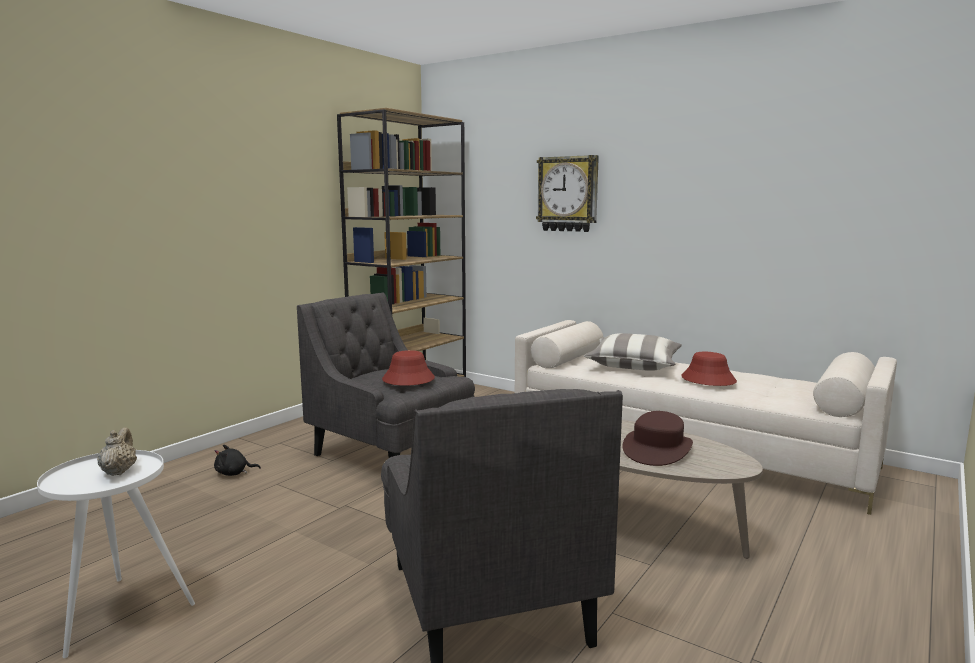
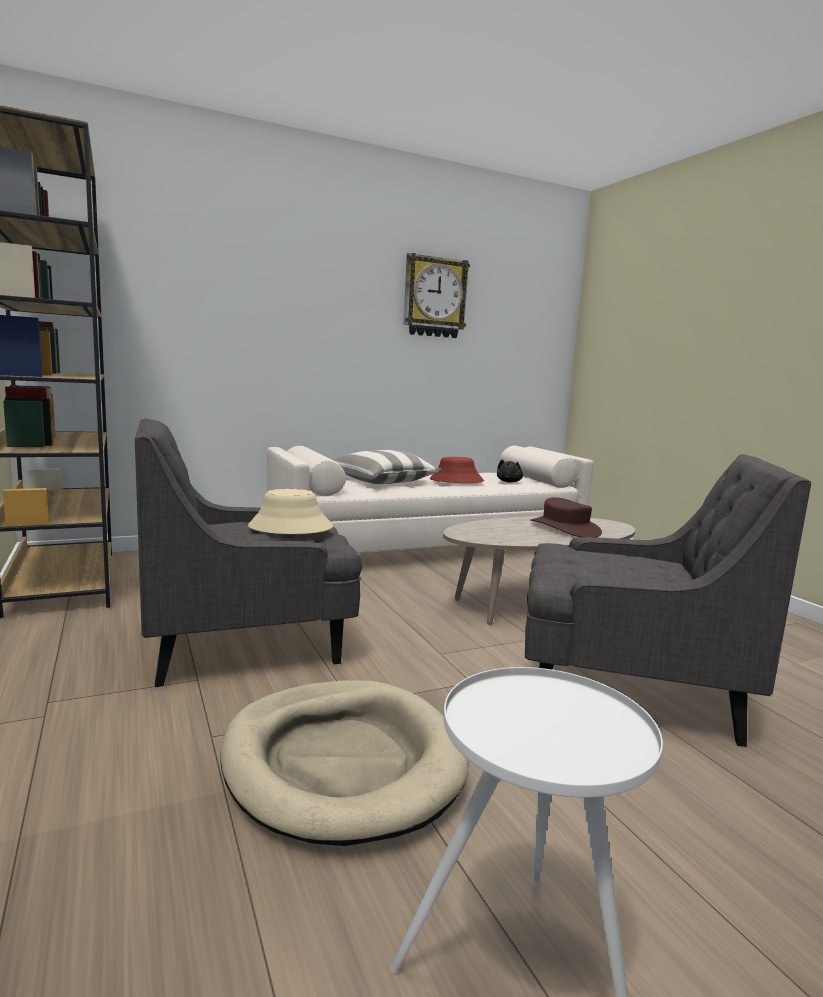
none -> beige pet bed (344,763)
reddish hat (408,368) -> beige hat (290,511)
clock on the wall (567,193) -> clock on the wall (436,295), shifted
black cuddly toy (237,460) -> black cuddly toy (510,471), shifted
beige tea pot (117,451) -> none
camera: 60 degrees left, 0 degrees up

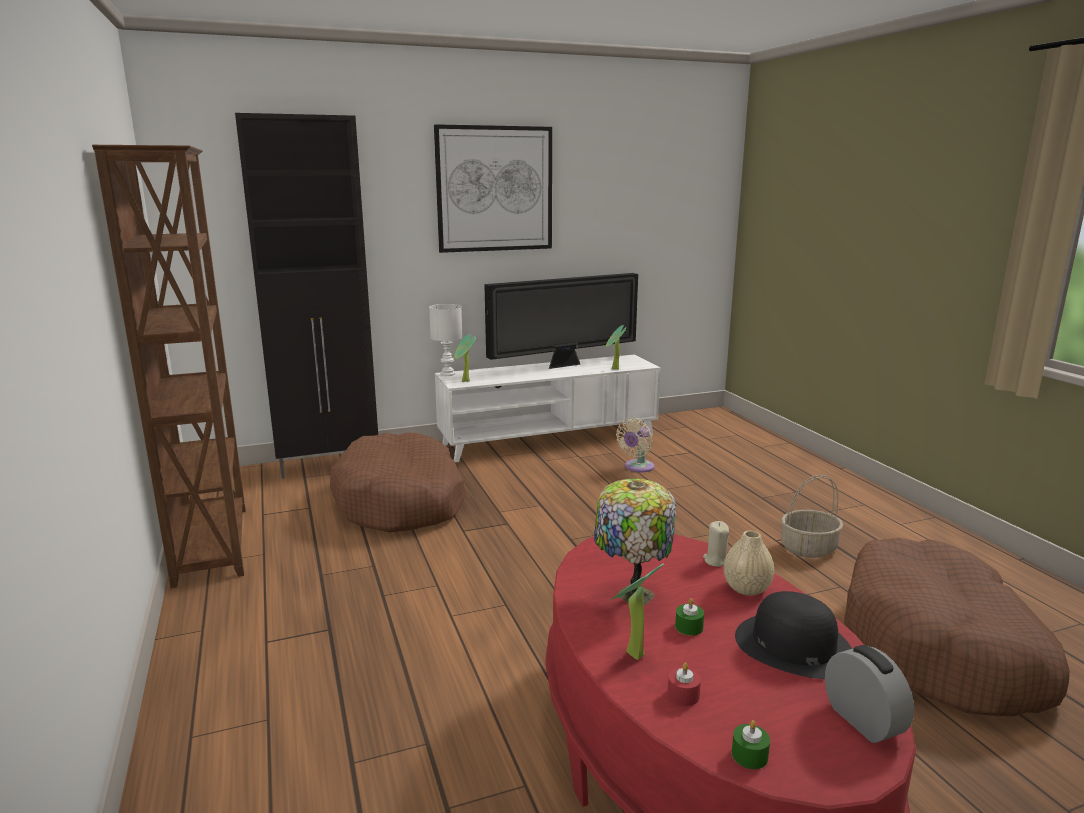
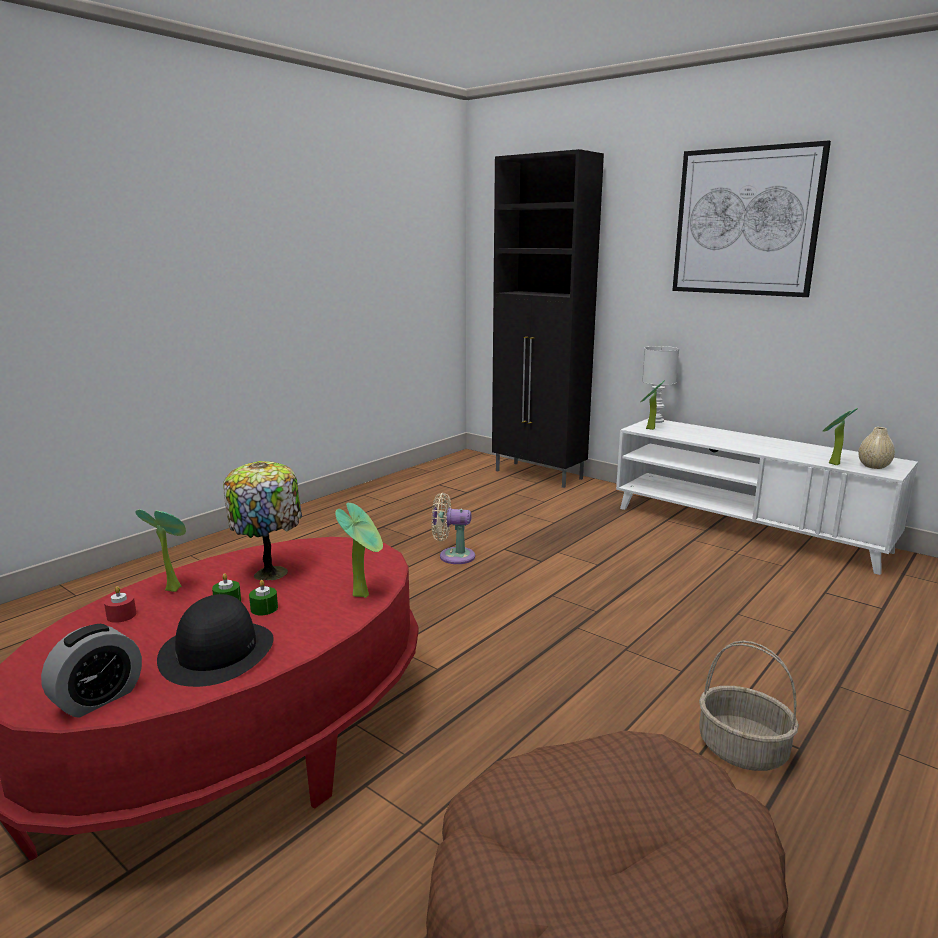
green-coloured wax candle (751,744) -> green-coloured wax candle (263,597), shifted
beige wax candle (716,544) -> plant in a pot (359,550)
beige cooling fan (635,445) -> beige cooling fan (453,528), shifted
beige flower vase (749,563) -> beige flower vase (876,448), shifted
brown-coloured bookshelf (169,366) -> none
brown-coloured pet bed (398,482) -> none
TV set (561,321) -> none
camera: 60 degrees right, 0 degrees up

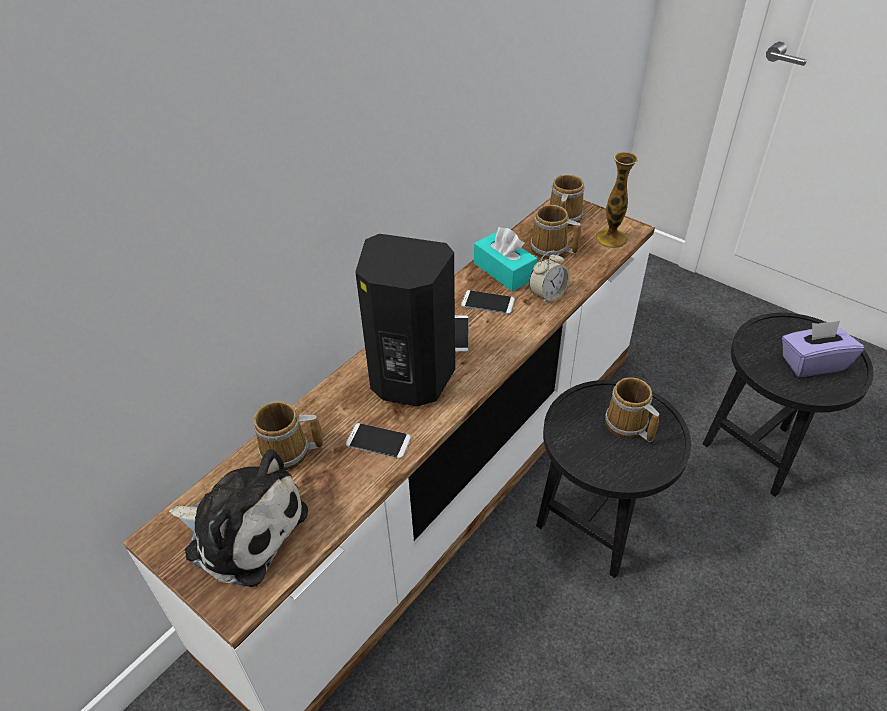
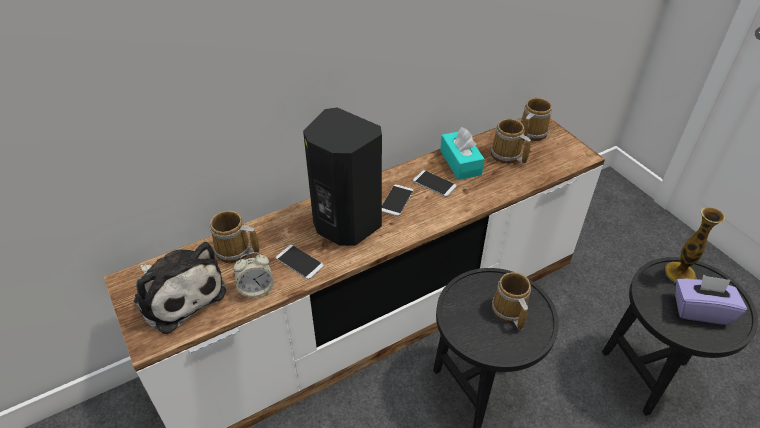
alarm clock (549,277) -> alarm clock (254,275), shifted
flower vase (616,200) -> flower vase (695,245), shifted
camera: 20 degrees right, 0 degrees up

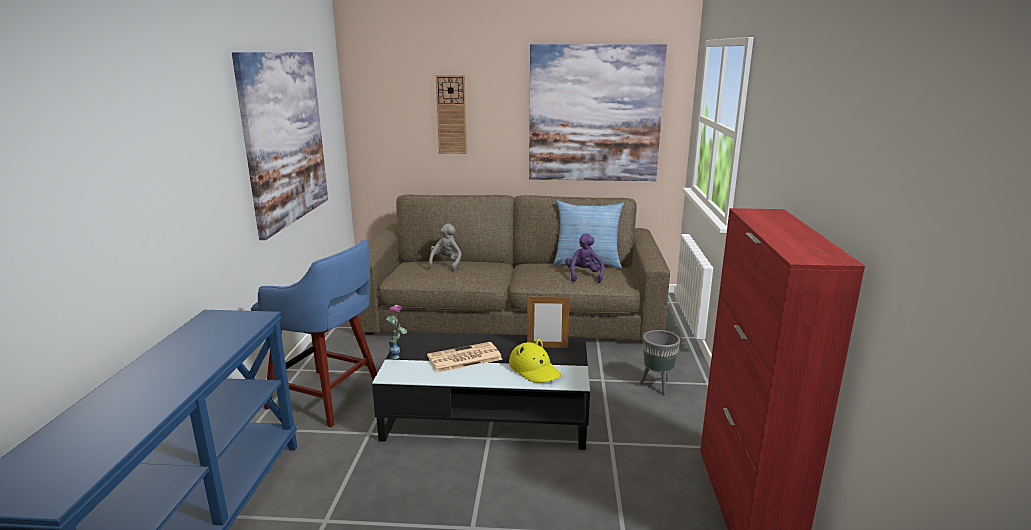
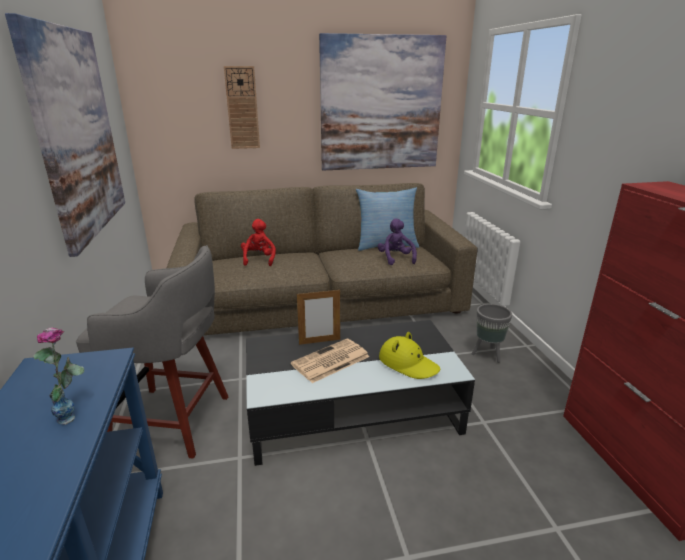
flower vase (396,332) -> flower vase (58,376), shifted
blue-coloured stool (314,333) -> grey stool (152,352)
grey cuddly toy (445,247) -> reddish cuddly toy (258,242)
standing frame (548,321) -> standing frame (318,316), shifted
camera: 15 degrees left, 5 degrees up

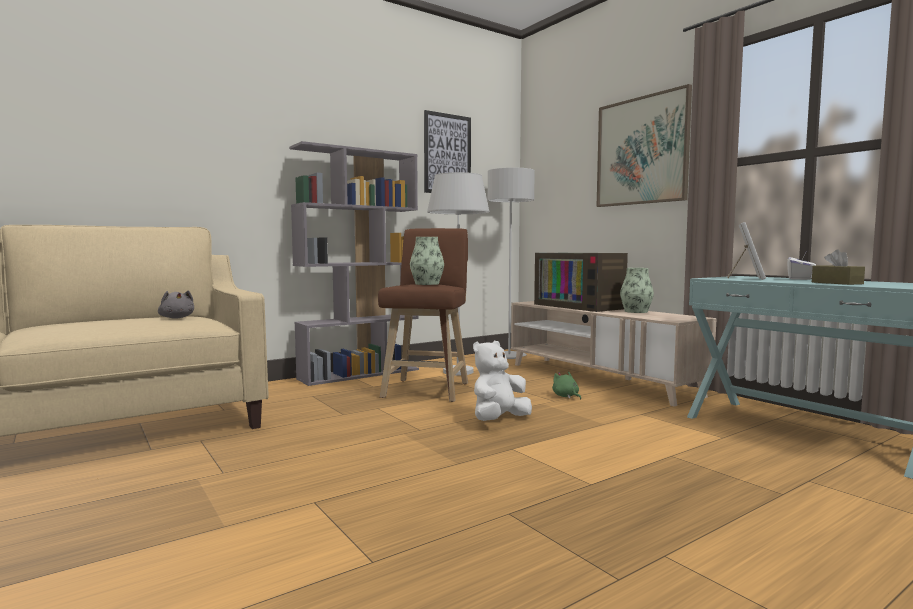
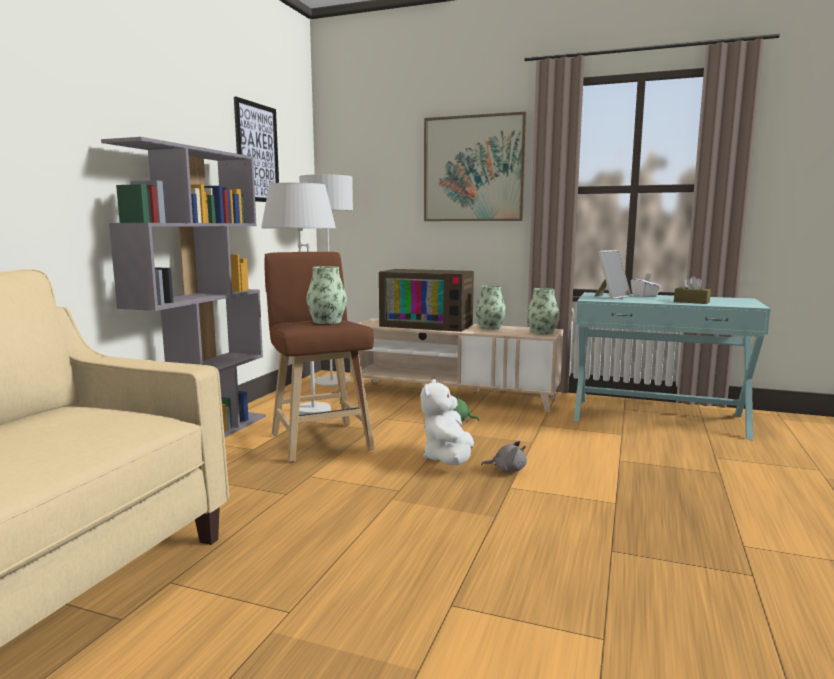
grey cuddly toy (176,305) -> grey cuddly toy (504,456), shifted
none -> flower vase (543,311)
standing frame (746,251) -> standing frame (612,275), 60 degrees clockwise
camera: 35 degrees left, 5 degrees up

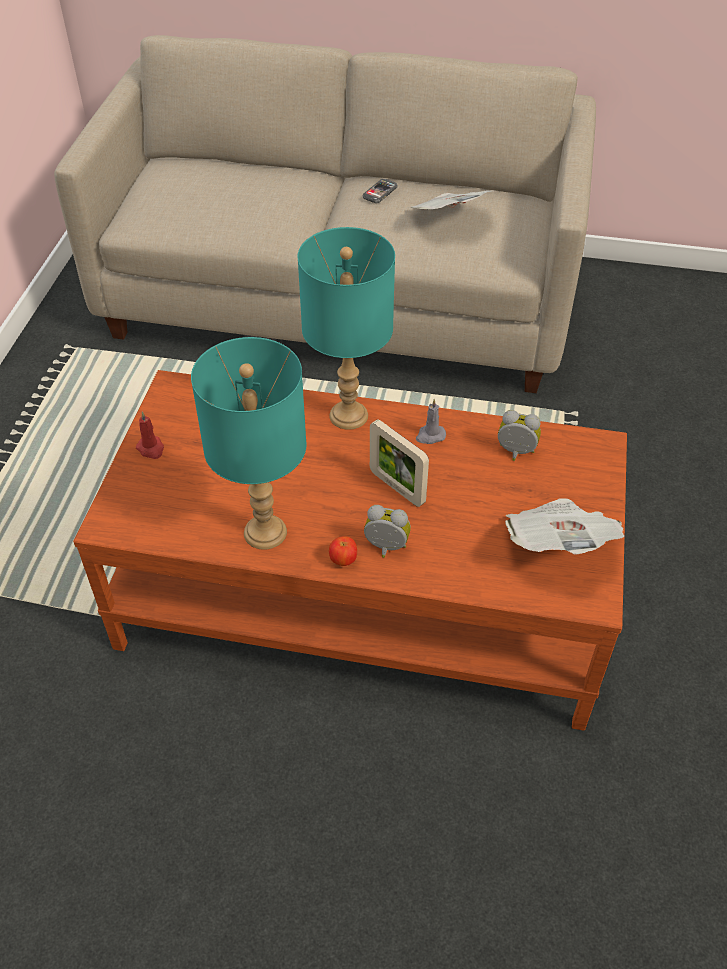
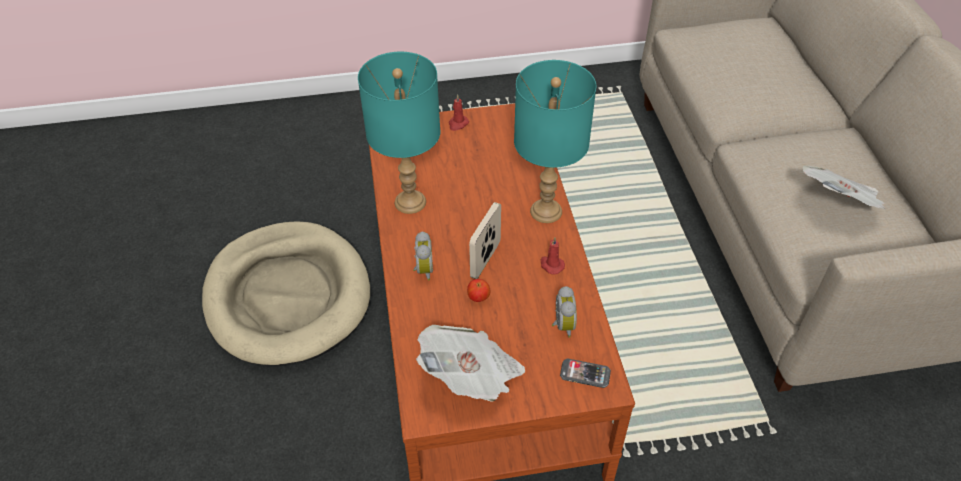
none -> beige pet bed (286,293)
whole apple (343,551) -> whole apple (478,290), shifted
grey wax candle (431,421) -> reddish wax candle (553,255)
handset (380,191) -> handset (585,373), shifted
camera: 70 degrees right, 0 degrees up

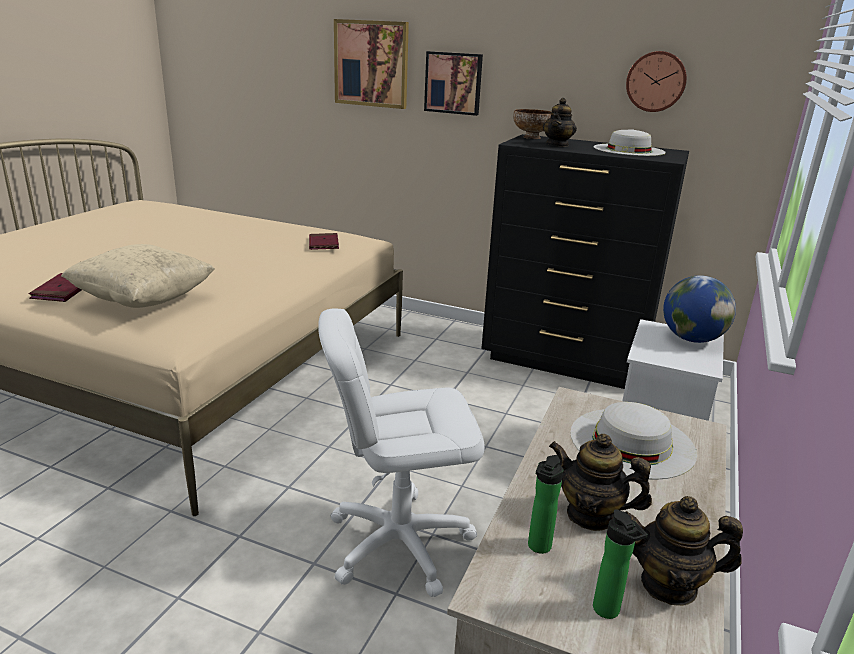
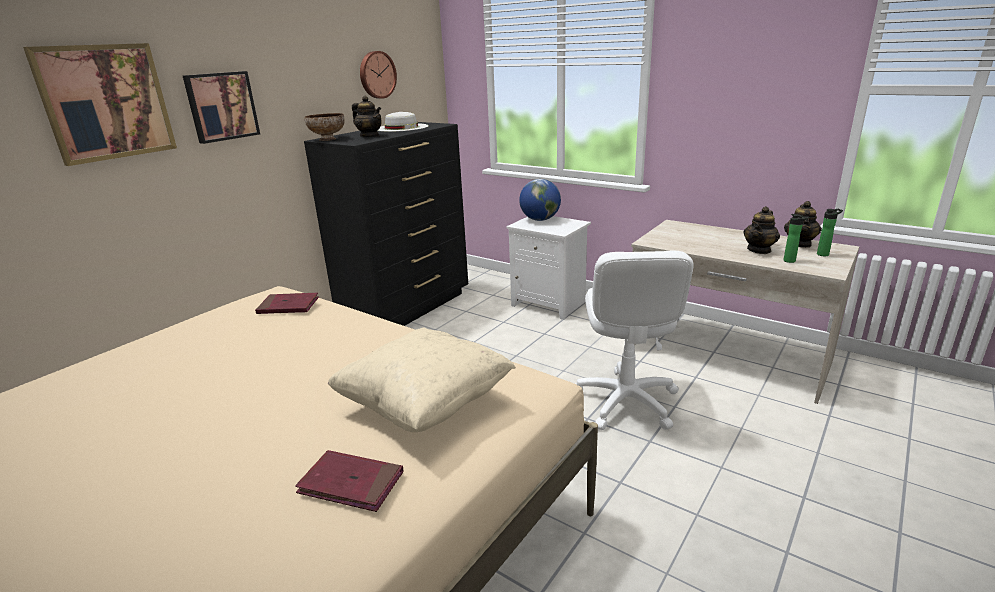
whitish hat (633,441) -> none
camera: 75 degrees left, 0 degrees up

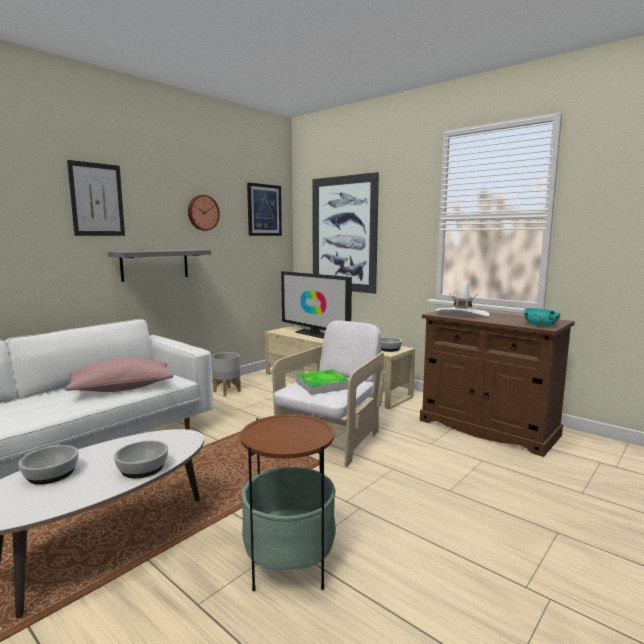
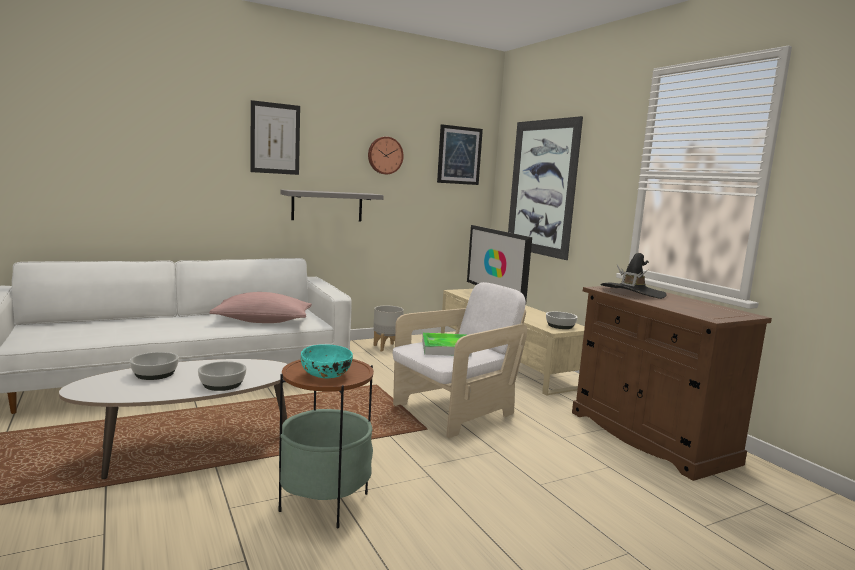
turquoise-coloured bowl (542,317) -> turquoise-coloured bowl (327,361), shifted
whitish hat (463,299) -> black hat (634,276)
camera: 20 degrees right, 0 degrees up

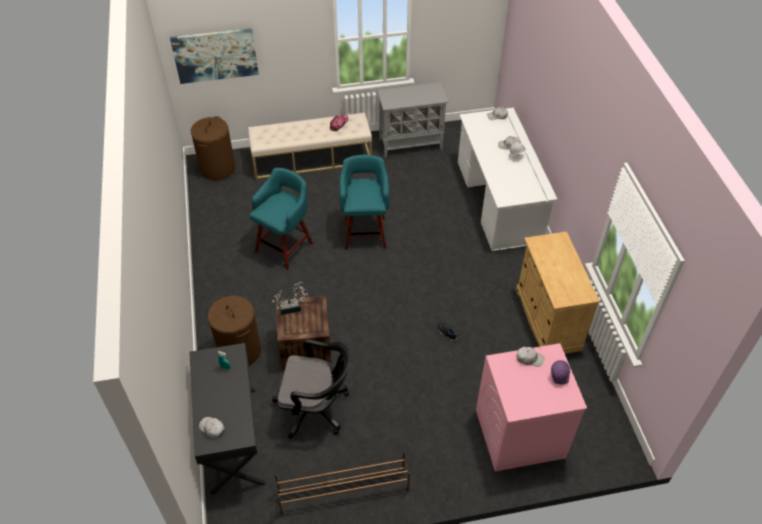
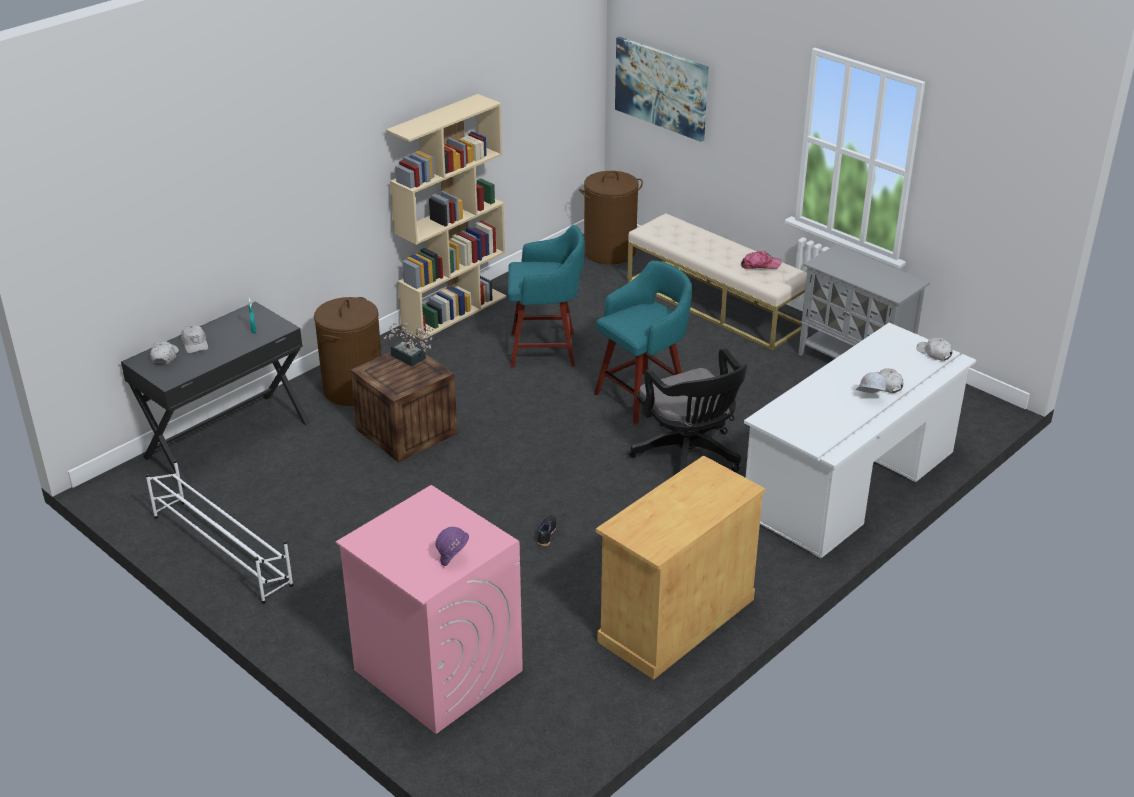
brown-coloured shoe rack (342,483) -> whitish shoe rack (219,532)
whitish cap (530,357) -> whitish cap (194,339), shifted
none -> beige bookshelf (446,216)
black desk chair (311,389) -> black desk chair (688,410), shifted
camera: 55 degrees right, 15 degrees down

